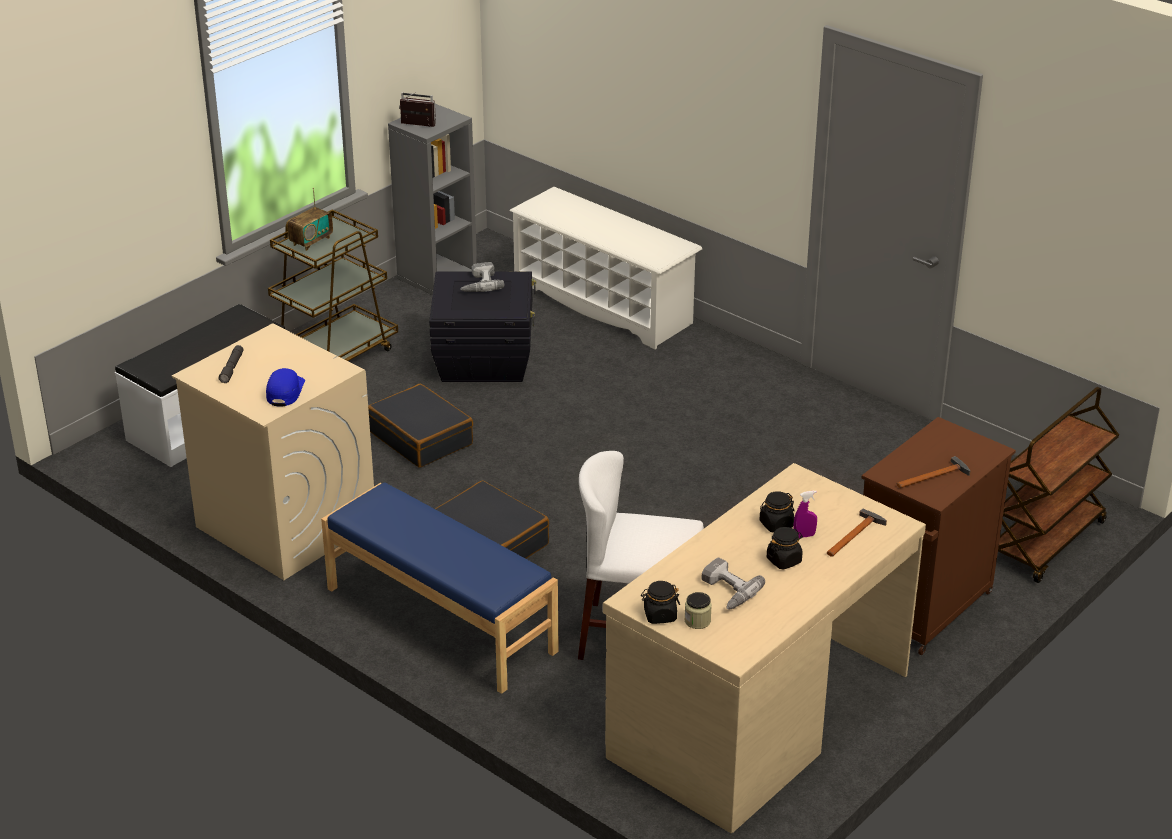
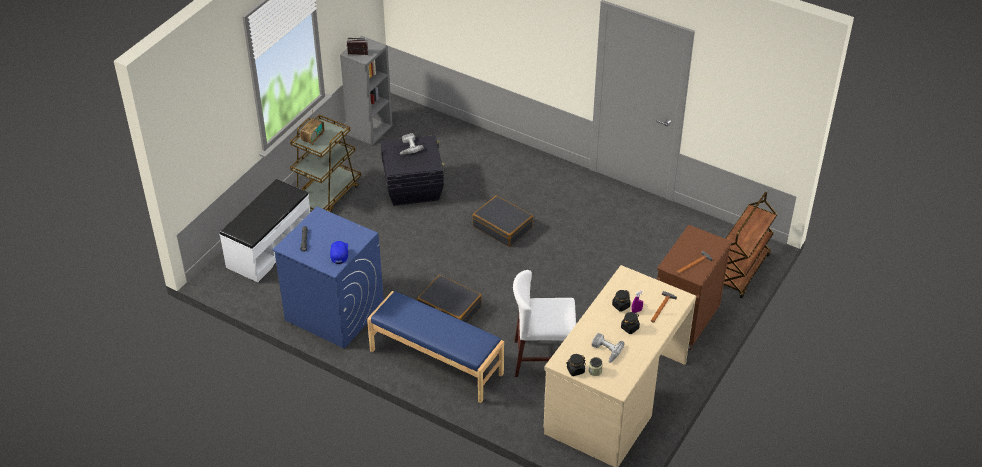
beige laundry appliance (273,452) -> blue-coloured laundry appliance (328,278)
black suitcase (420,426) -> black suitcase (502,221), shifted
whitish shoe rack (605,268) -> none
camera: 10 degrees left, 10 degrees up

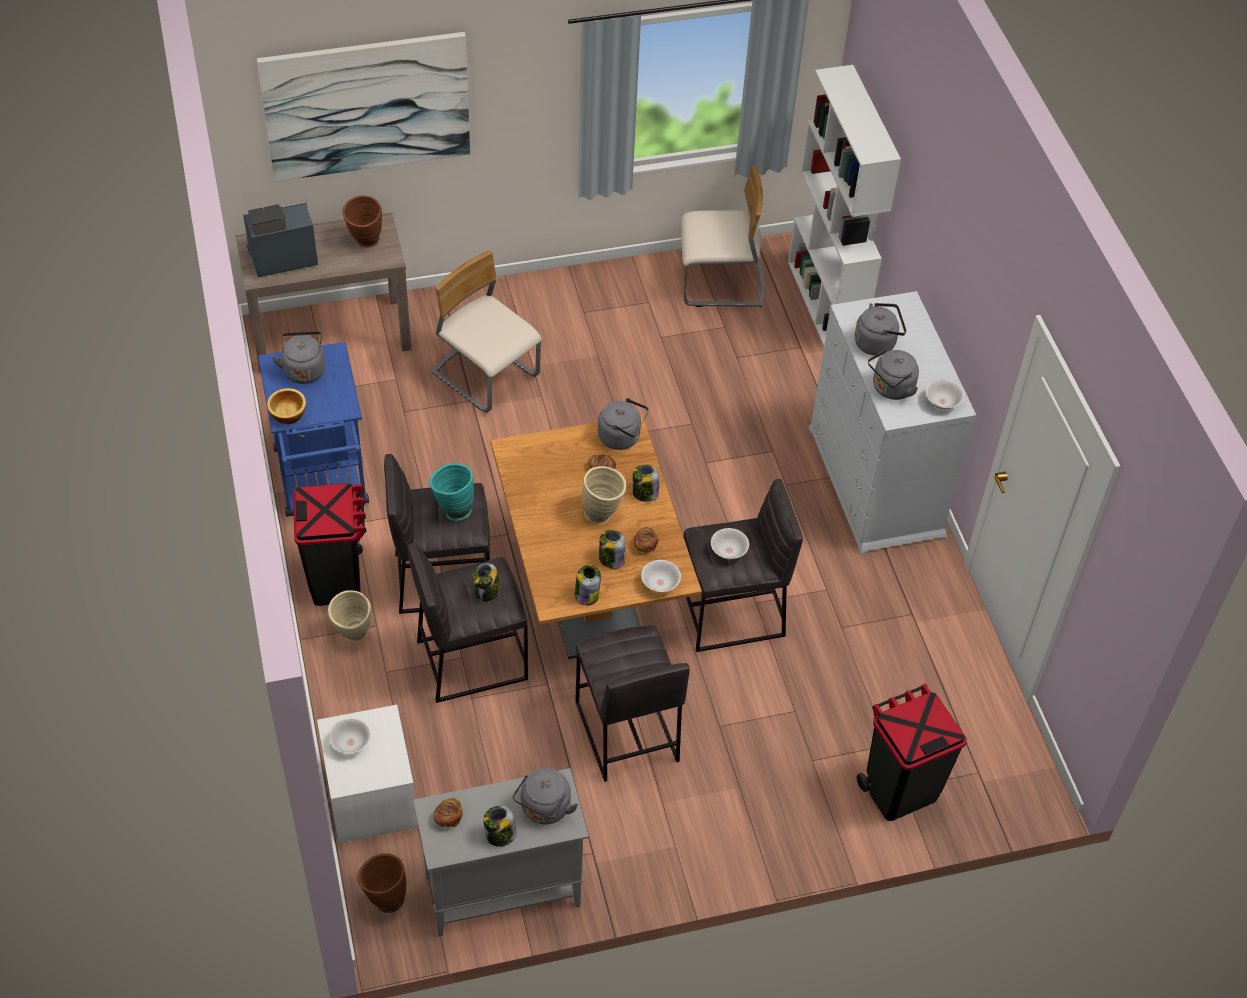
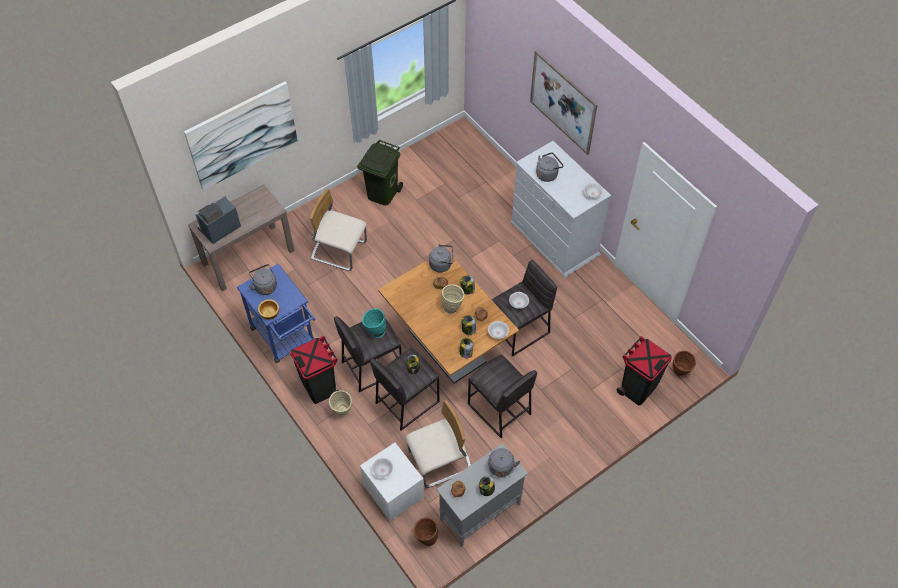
none -> green-coloured waste bin (380,173)
beige chair (722,236) -> beige chair (438,444), shifted
none -> wall picture (564,103)
brown-coloured flower vase (362,221) -> brown-coloured flower vase (684,363), shifted
whitish bookshelf (844,205) -> none
grey tea kettle (893,374) -> none
camera: 20 degrees left, 5 degrees up

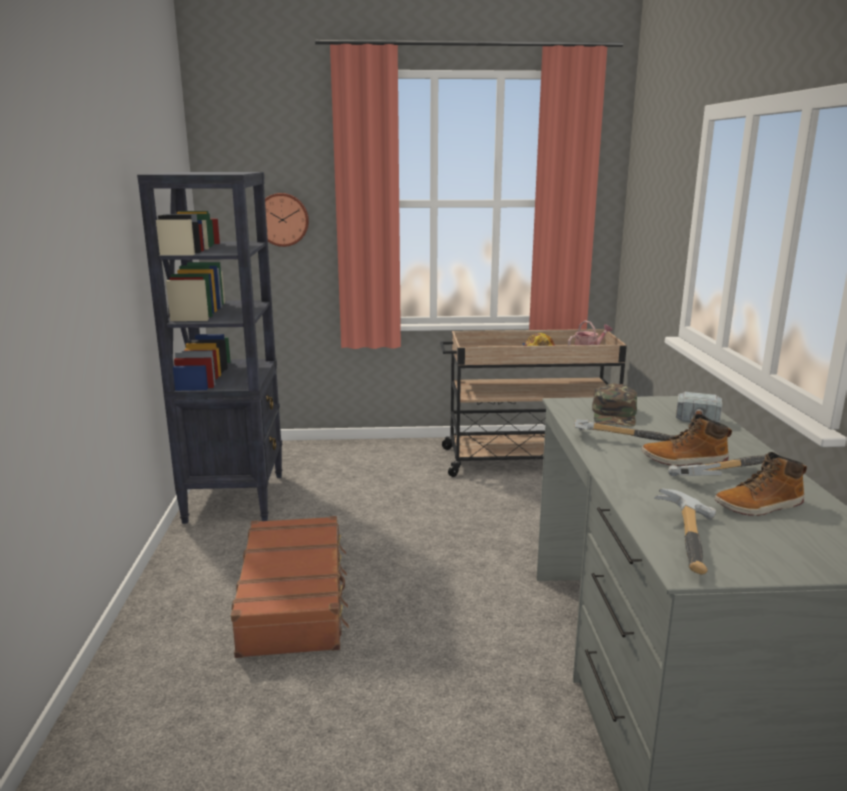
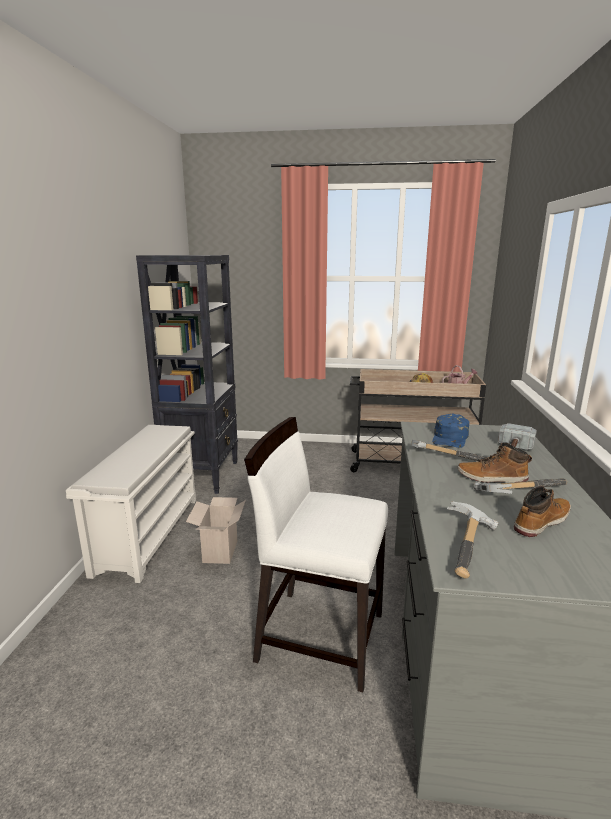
none -> whitish shoe rack (131,504)
brown-coloured suitcase (290,587) -> cardboard box (216,530)
none -> whitish chair (316,554)
green-coloured cap (614,405) -> blue-coloured cap (450,431)
tall boot (760,484) -> tall boot (542,511), 150 degrees clockwise
clock on the wall (287,220) -> none
camera: 10 degrees right, 0 degrees up

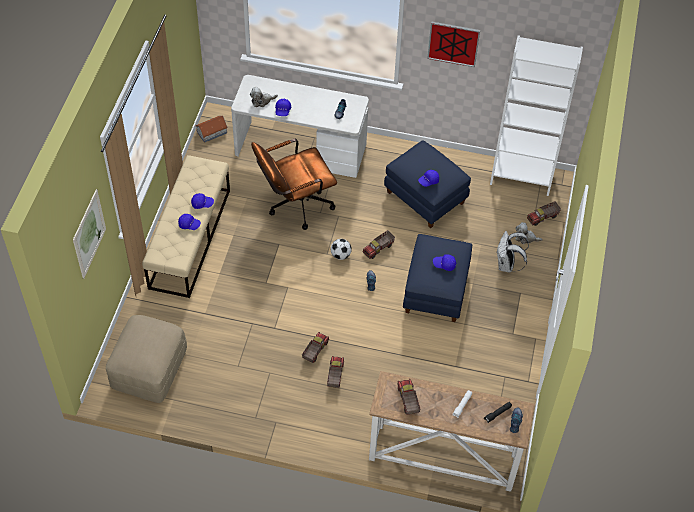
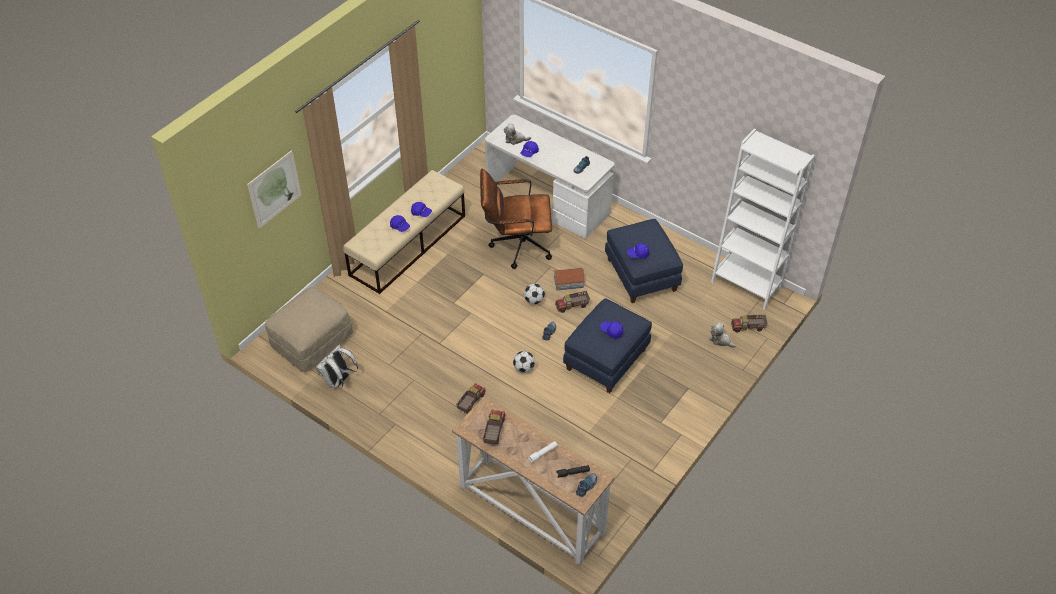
whitish knapsack (513,251) -> whitish knapsack (337,366), shifted
none -> football ball (524,362)
miniature house (212,129) -> miniature house (569,279), shifted
toy truck (315,347) -> none
wall picture (453,44) -> none
camera: 25 degrees right, 5 degrees down

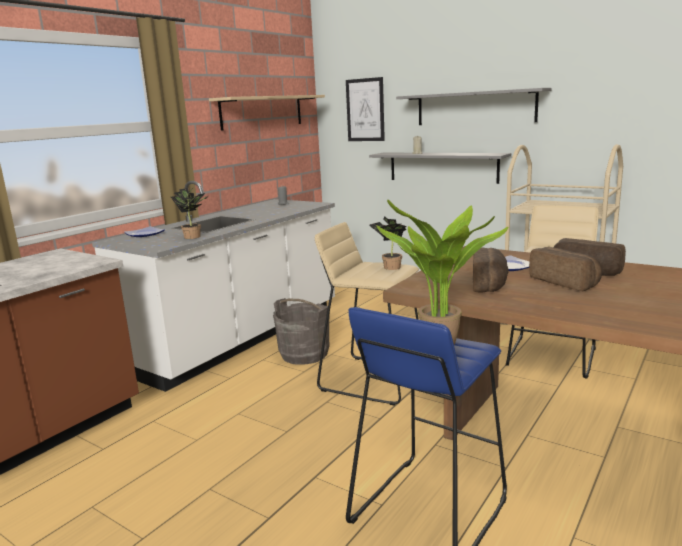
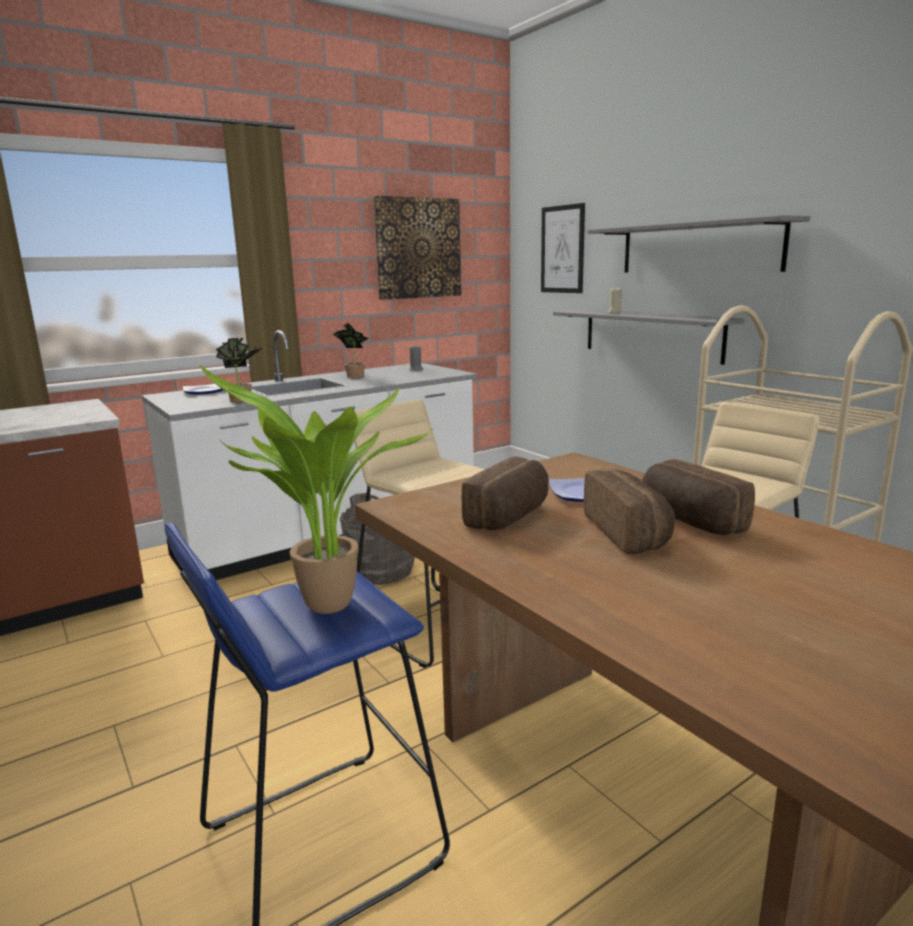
plant in a pot (388,243) -> plant in a pot (351,350), shifted
beige bracket shelf (267,113) -> wall picture (417,248)
camera: 20 degrees right, 0 degrees up

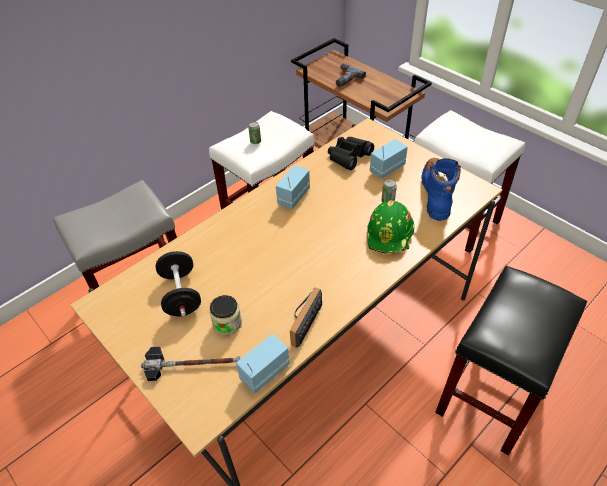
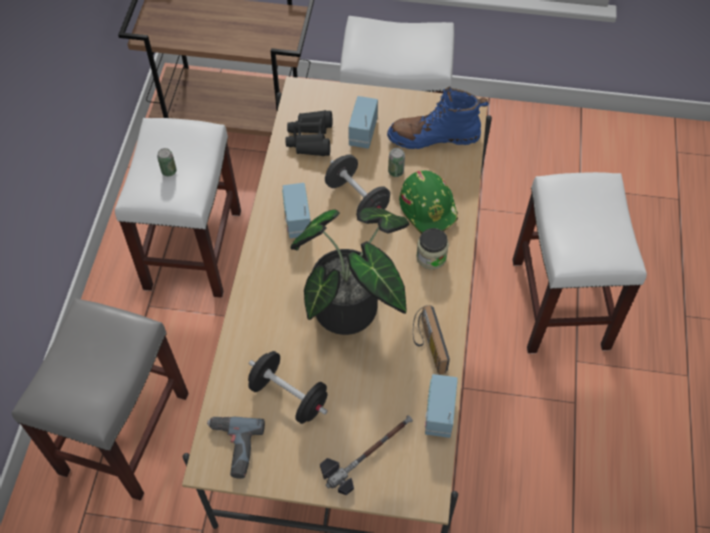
power drill (351,75) -> power drill (236,448), shifted
none -> plant in a pot (350,271)
none -> black free weight (357,184)
blue-coloured tall boot (441,189) -> blue-coloured tall boot (438,117), 60 degrees counterclockwise
preserve jar (226,315) -> preserve jar (432,249), shifted
black stool (511,360) -> whitish stool (579,263)
camera: 40 degrees left, 10 degrees up

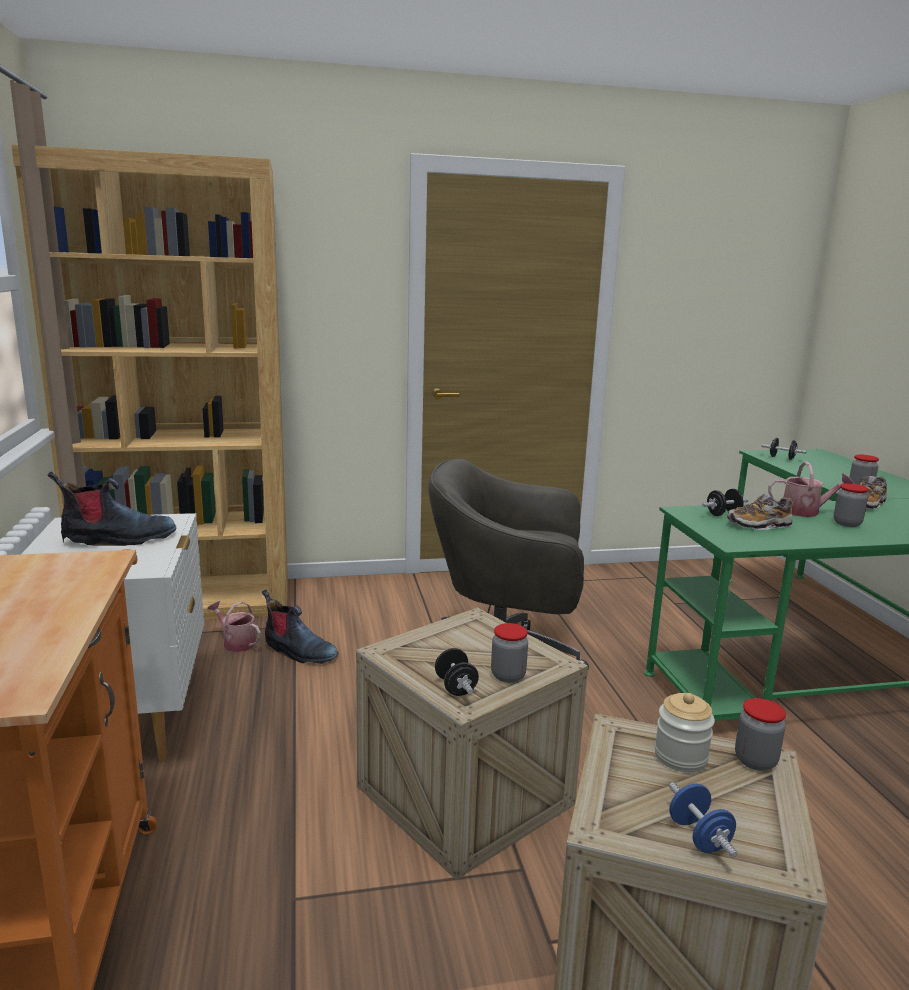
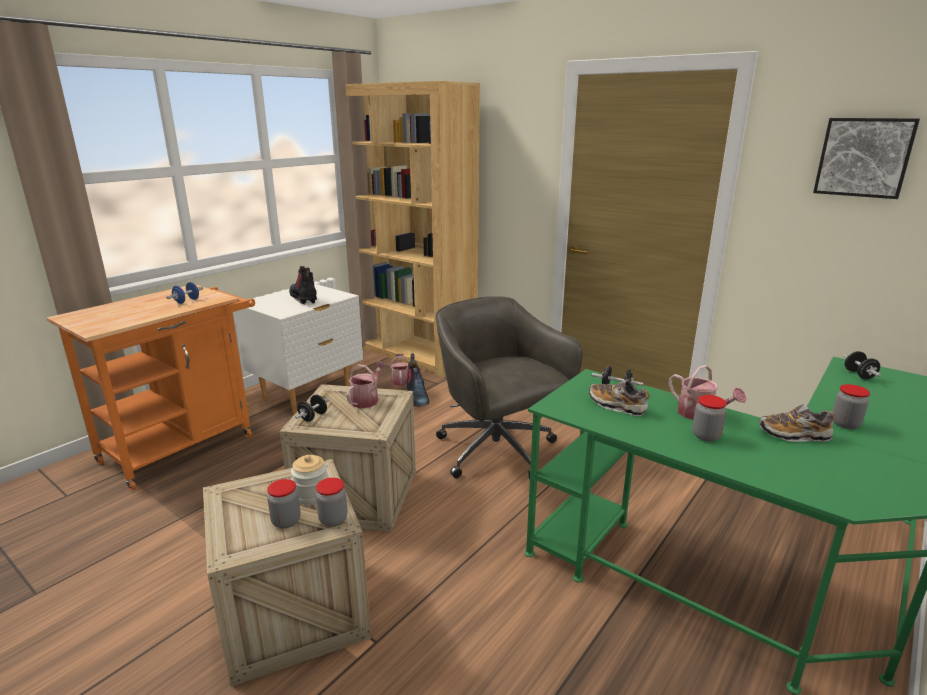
blue-coloured free weight (703,819) -> blue-coloured free weight (184,293), shifted
preserve jar (509,653) -> preserve jar (284,503), shifted
tall boot (111,508) -> tall boot (303,285), 150 degrees counterclockwise
none -> sprinkling can (366,384)
none -> wall picture (866,158)
camera: 50 degrees right, 5 degrees up

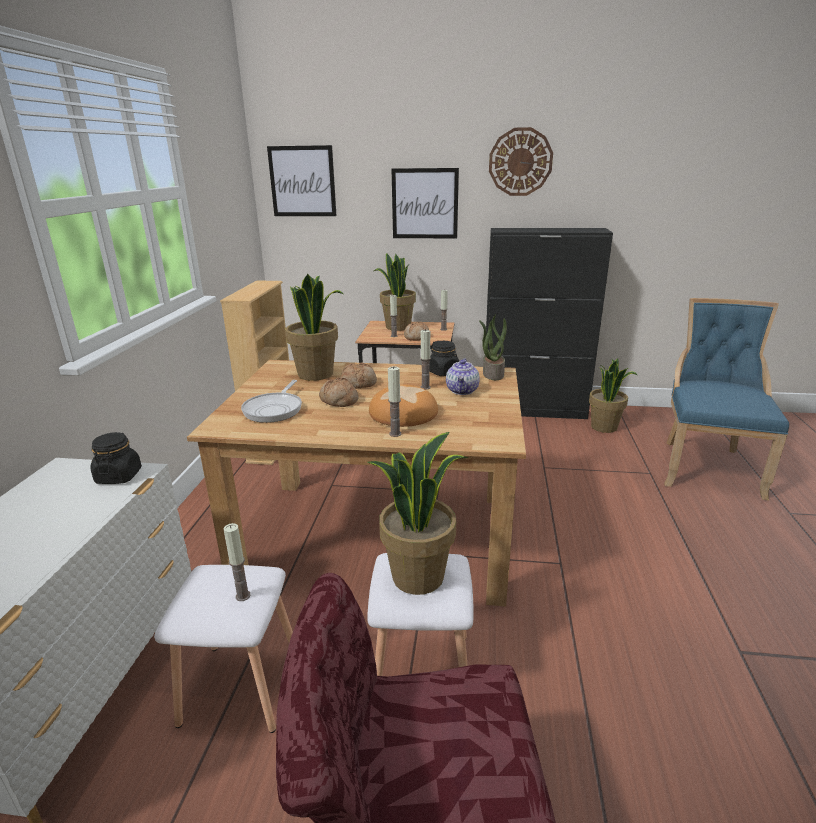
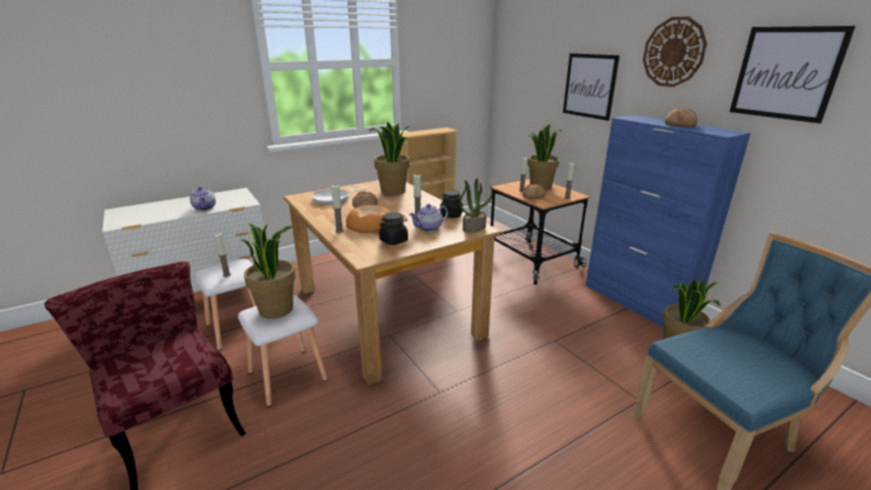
none -> tea pot (203,199)
black preserve jar (116,458) -> black preserve jar (393,228), shifted
black cabinet (549,323) -> blue-coloured cabinet (668,221)
bakery bread (358,375) -> bakery bread (681,117), shifted
wall picture (302,180) -> wall picture (793,75), shifted
camera: 50 degrees right, 0 degrees up

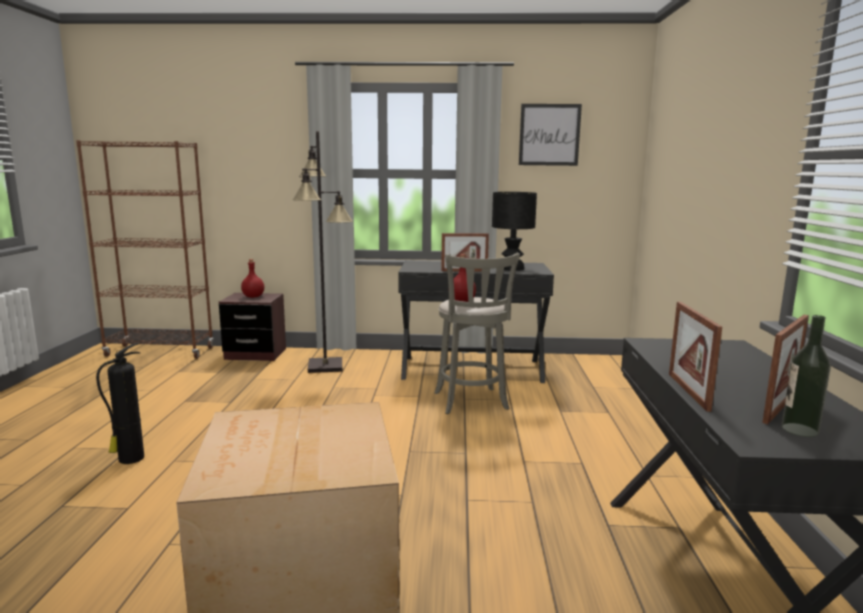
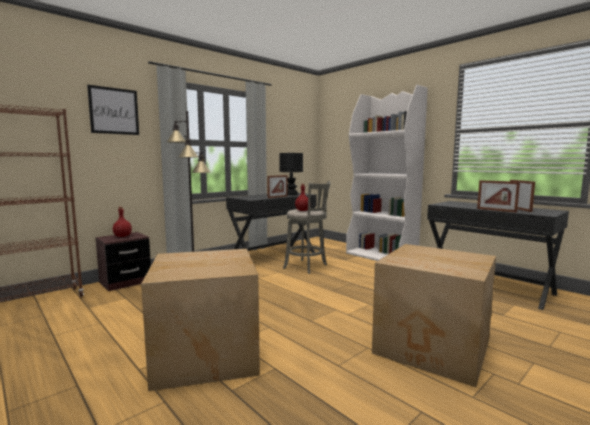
wall picture (550,135) -> wall picture (113,110), shifted
fire extinguisher (120,403) -> cardboard box (200,320)
none -> whitish bookshelf (387,173)
drink bottle (806,376) -> none
camera: 45 degrees left, 5 degrees down

